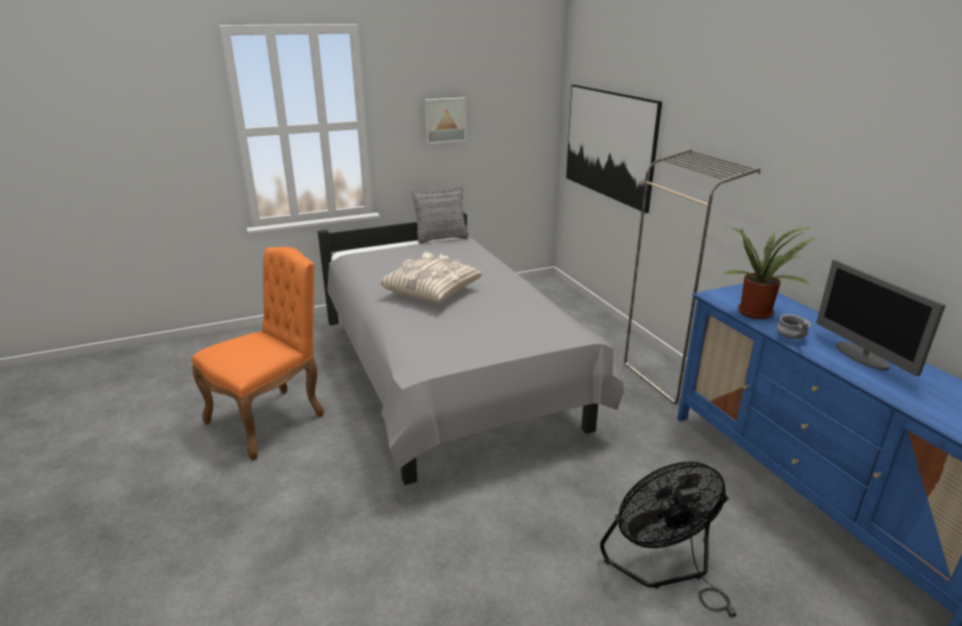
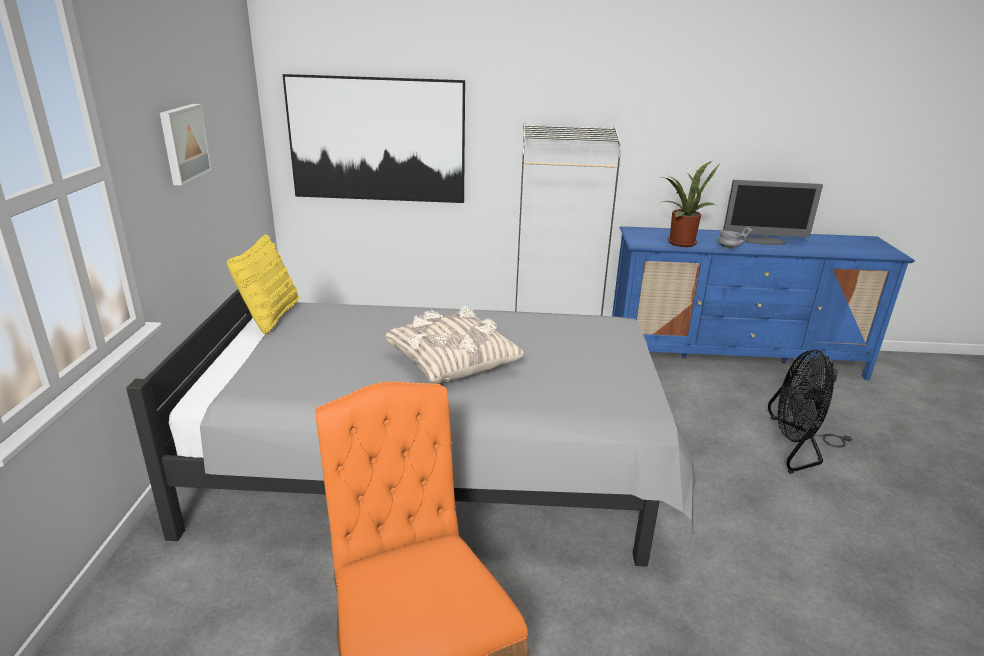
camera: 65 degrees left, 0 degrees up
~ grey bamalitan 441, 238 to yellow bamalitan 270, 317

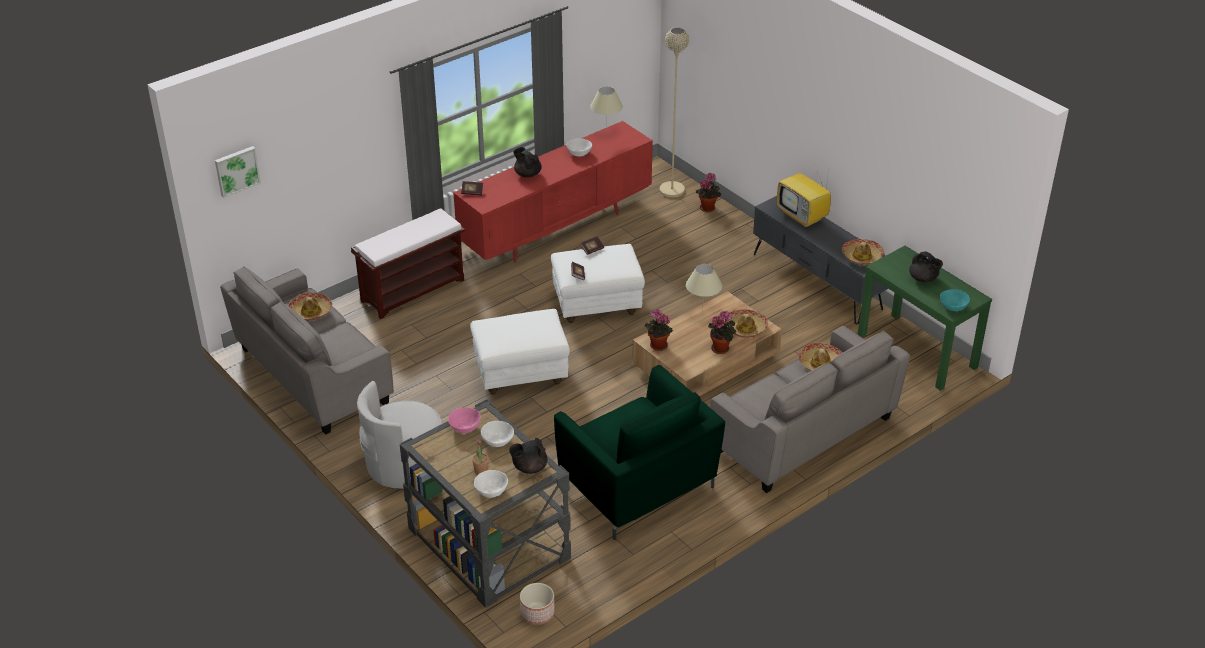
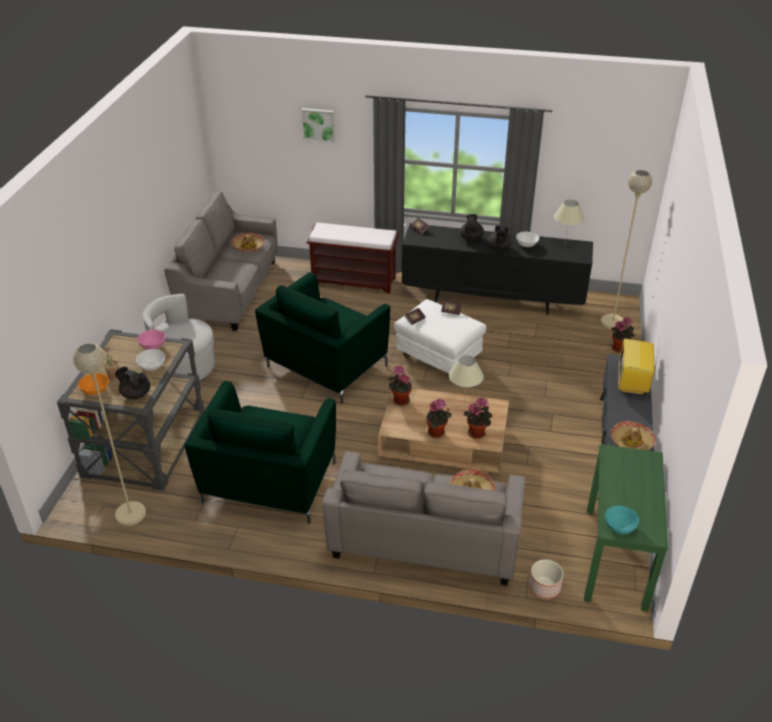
camera: 50 degrees right, 0 degrees up
+ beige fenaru 131, 514
~ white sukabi 491, 490 to orange sukabi 95, 390
~ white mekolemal 520, 375 to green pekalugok 325, 366
~ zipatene 236, 170 to 318, 124
~ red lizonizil 557, 229 to black lizonizil 493, 299
~ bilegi 746, 328 to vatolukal 477, 432
~ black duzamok 923, 279 to 499, 248
~ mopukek 537, 613 to 544, 587

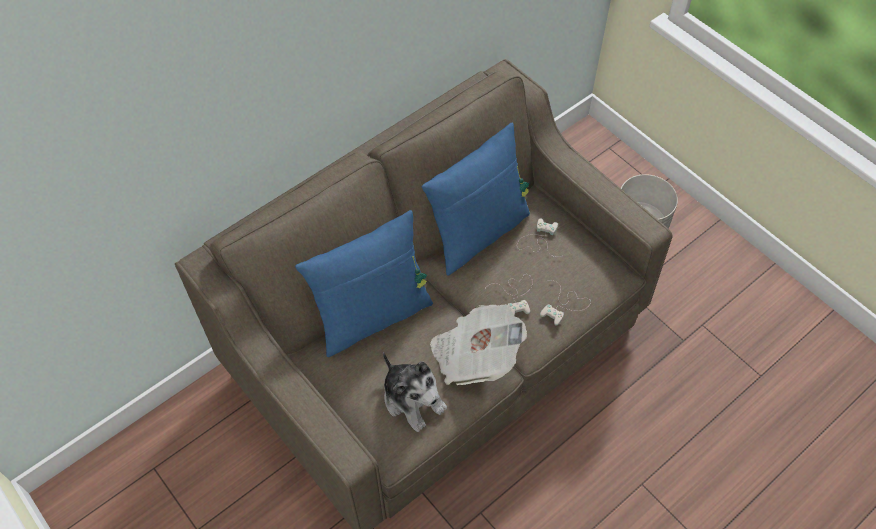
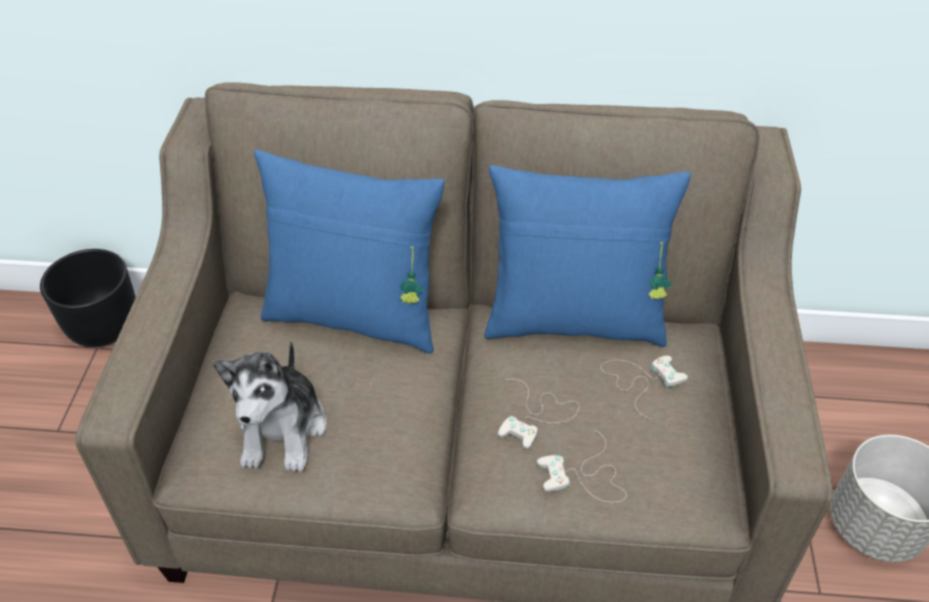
camera: 45 degrees right, 10 degrees down
+ black mopukek 104, 325
- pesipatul 475, 355

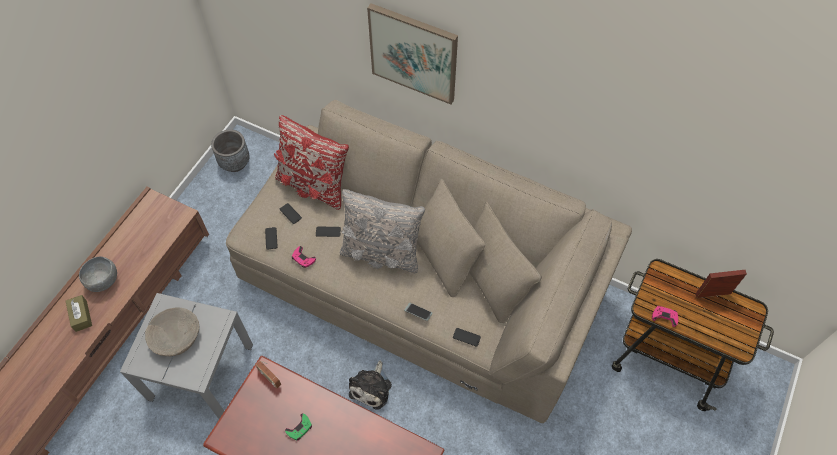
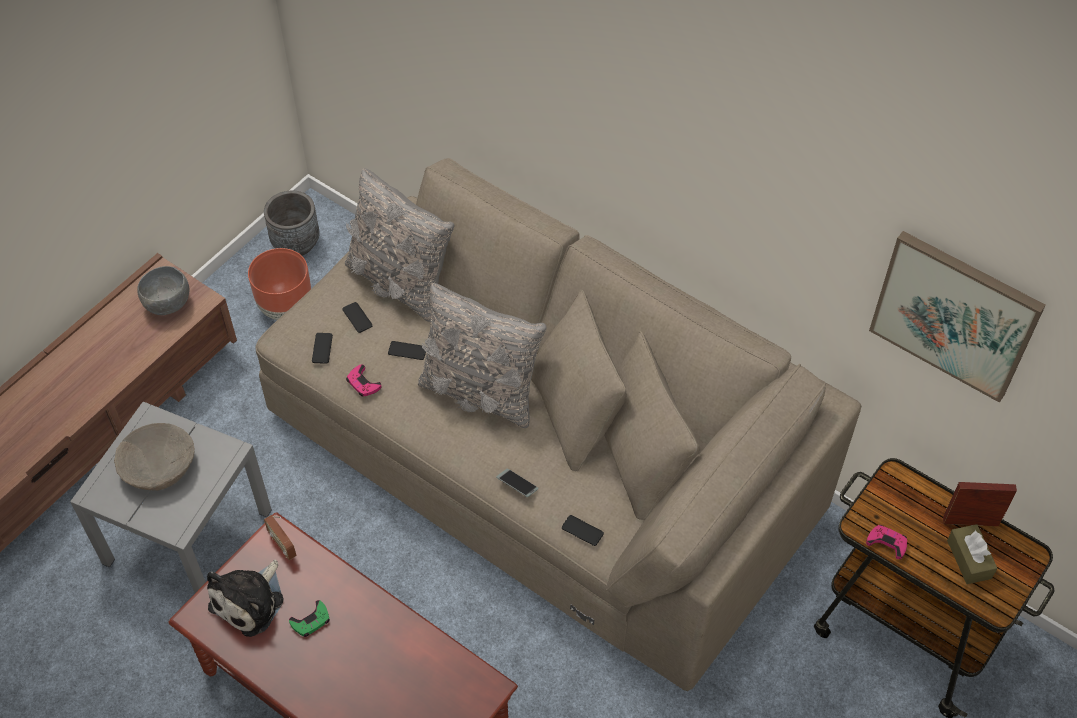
camera: 10 degrees right, 5 degrees down
~ grey sukabi 104, 281 to 169, 305
~ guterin 372, 387 to 250, 601
+ brown mopukek 286, 307
~ red bamalitan 313, 186 to grey bamalitan 399, 283
~ zipatene 414, 53 to 954, 315
~ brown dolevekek 81, 316 to 969, 559

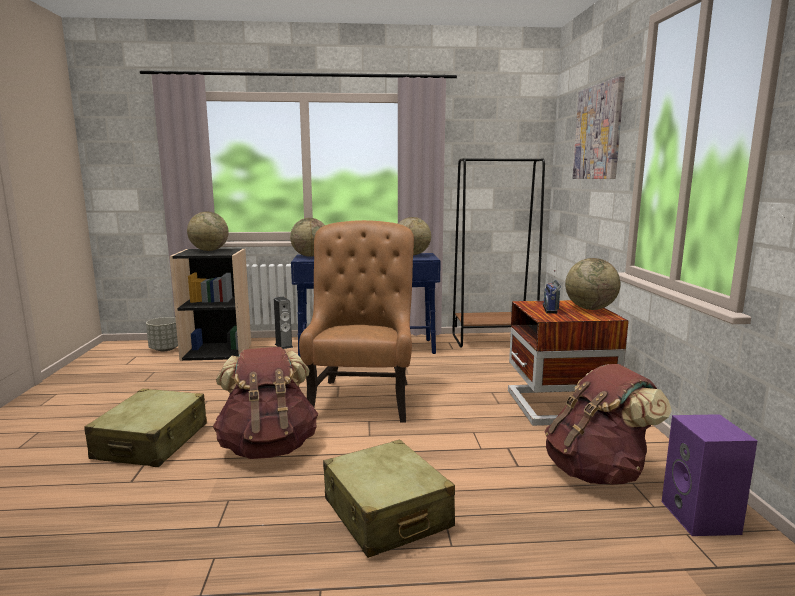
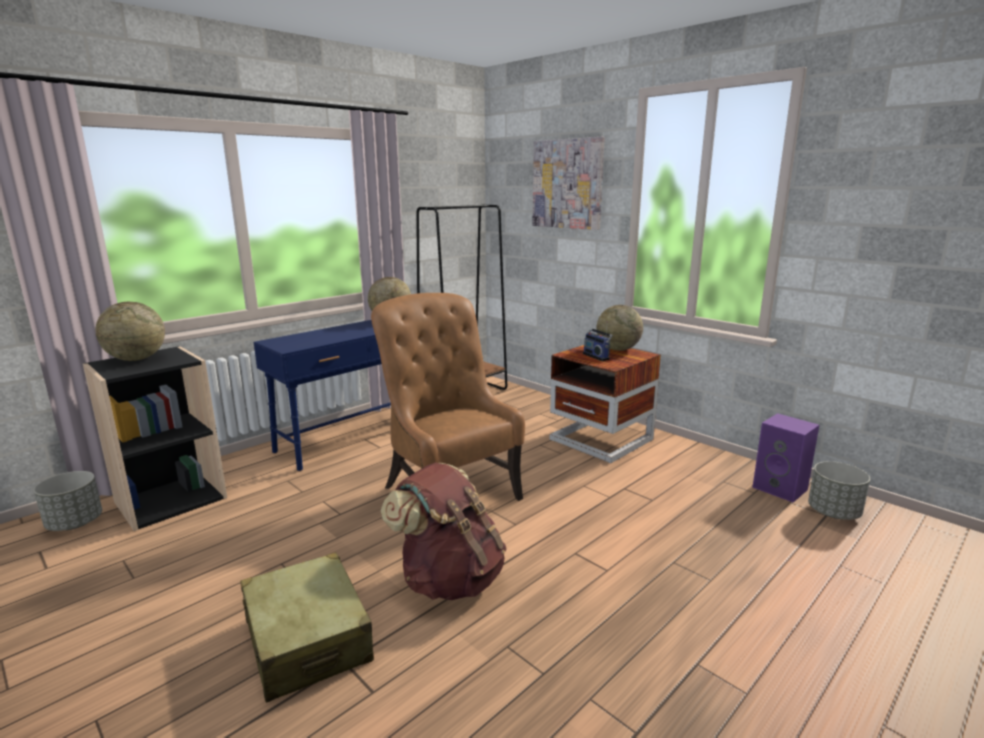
camera: 40 degrees left, 5 degrees up
+ grey mopukek 834, 513
- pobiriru 283, 345
- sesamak 310, 256
- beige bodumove 386, 513
- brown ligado 597, 472

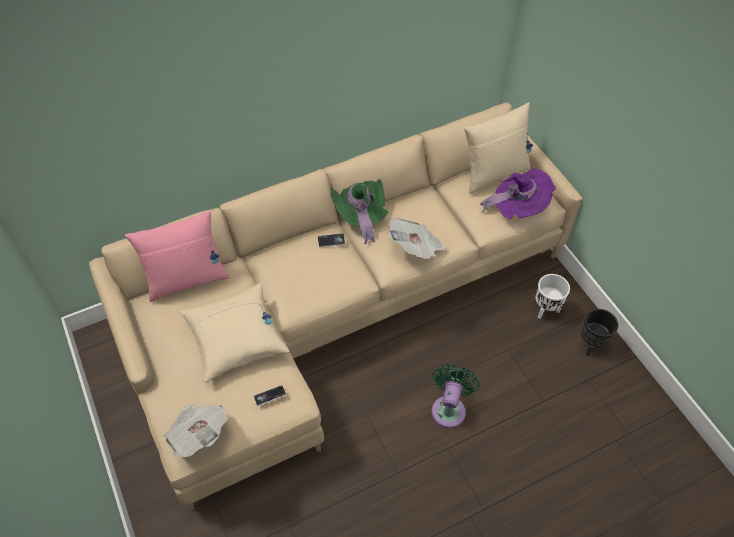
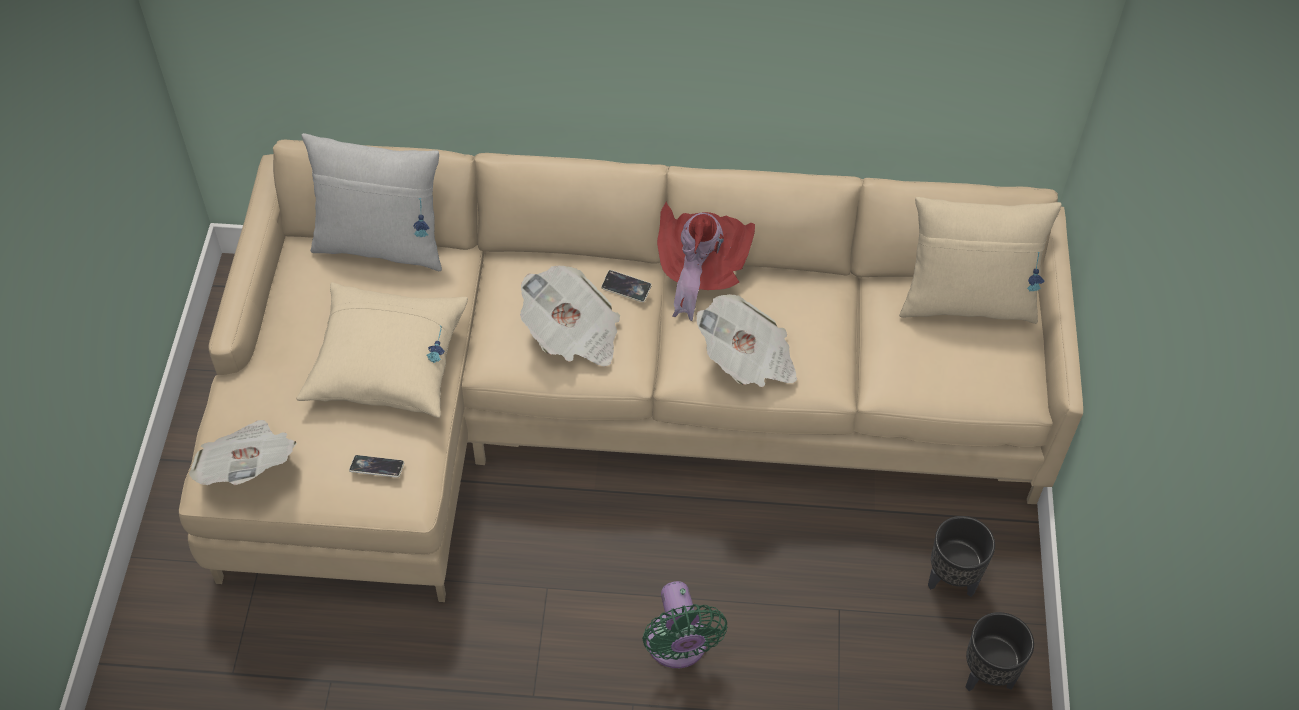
camera: 30 degrees right, 0 degrees up
~ pink bamalitan 187, 280 to grey bamalitan 381, 246
+ pesipatul 572, 334
~ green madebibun 449, 408 = 678, 647 120 degrees clockwise
~ green bilegi 360, 214 to red bilegi 700, 267
~ white mopukek 546, 310 to black mopukek 952, 581
- purple bilegi 518, 207

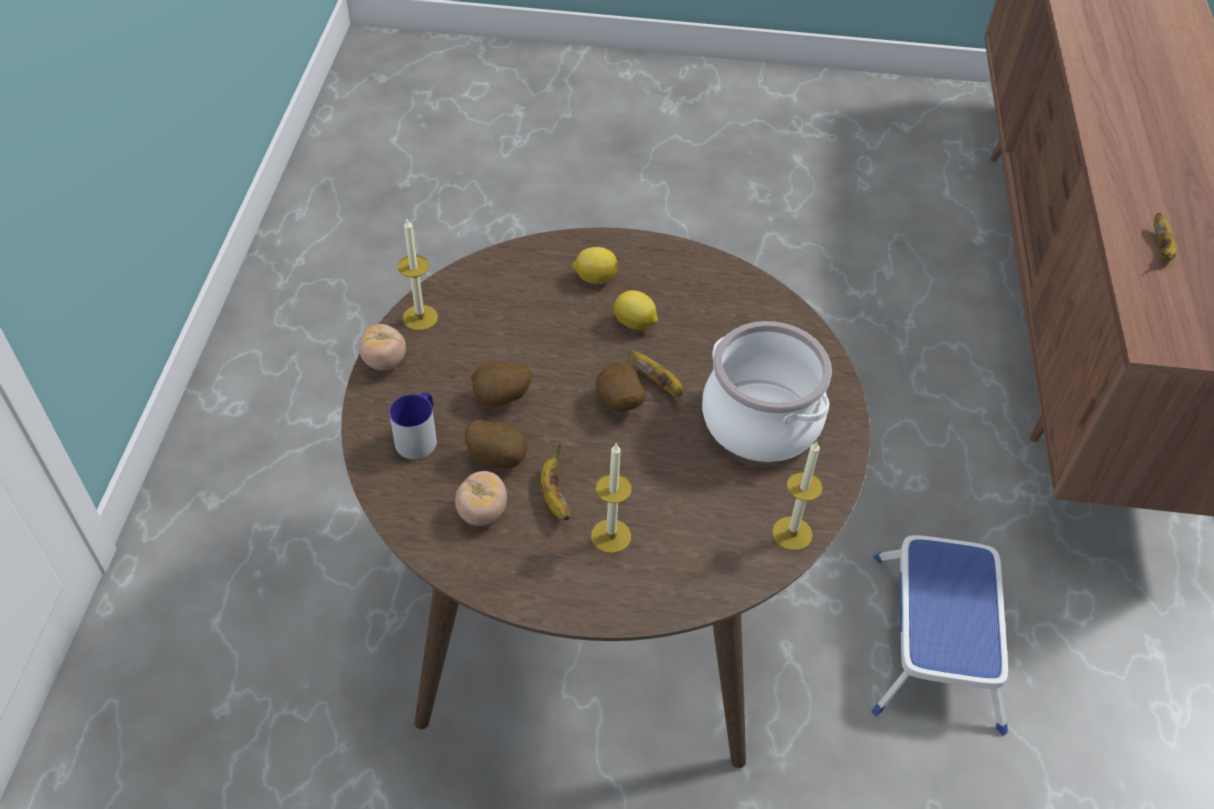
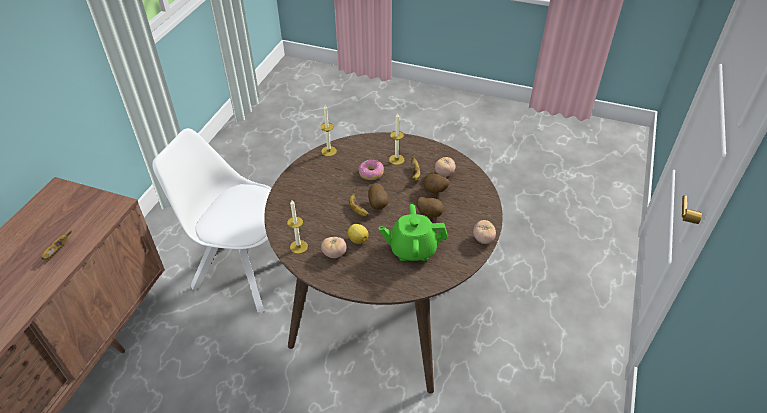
camera: 165 degrees left, 5 degrees down
~ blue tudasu 935, 640 to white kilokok 243, 269
~ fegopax 420, 317 to 298, 246
+ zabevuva 334, 254
+ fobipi 371, 173
+ green duzamok 412, 249
- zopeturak 419, 436
- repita 594, 278
- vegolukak 760, 421

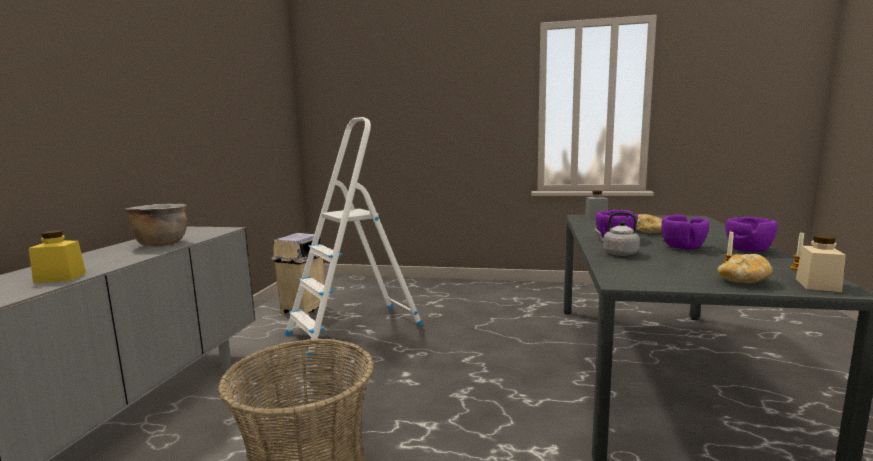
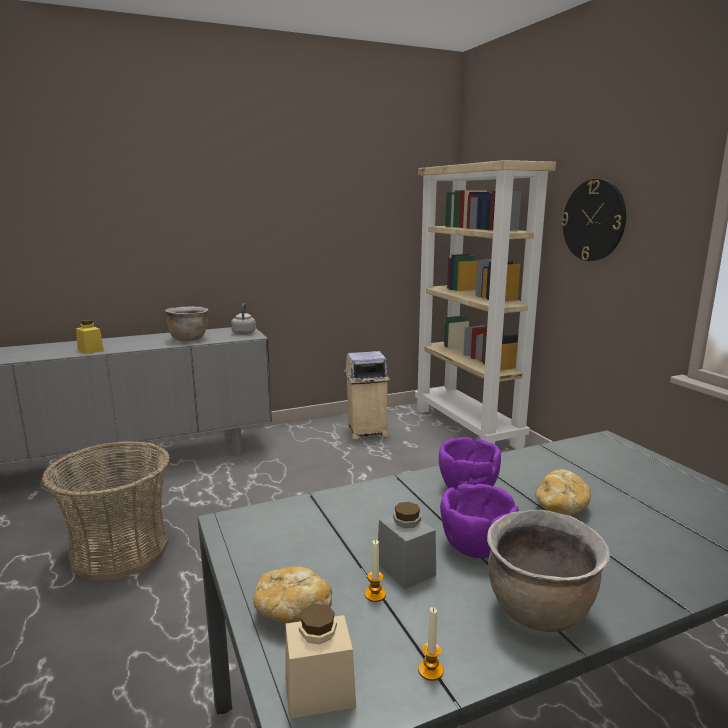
camera: 55 degrees right, 5 degrees up
~ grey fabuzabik 618, 253 to 244, 332
~ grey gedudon 596, 217 to 405, 569
+ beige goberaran 467, 427
~ purple sukabi 748, 249 to brown vegolukak 539, 612
+ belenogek 593, 220
- white tudasu 354, 329

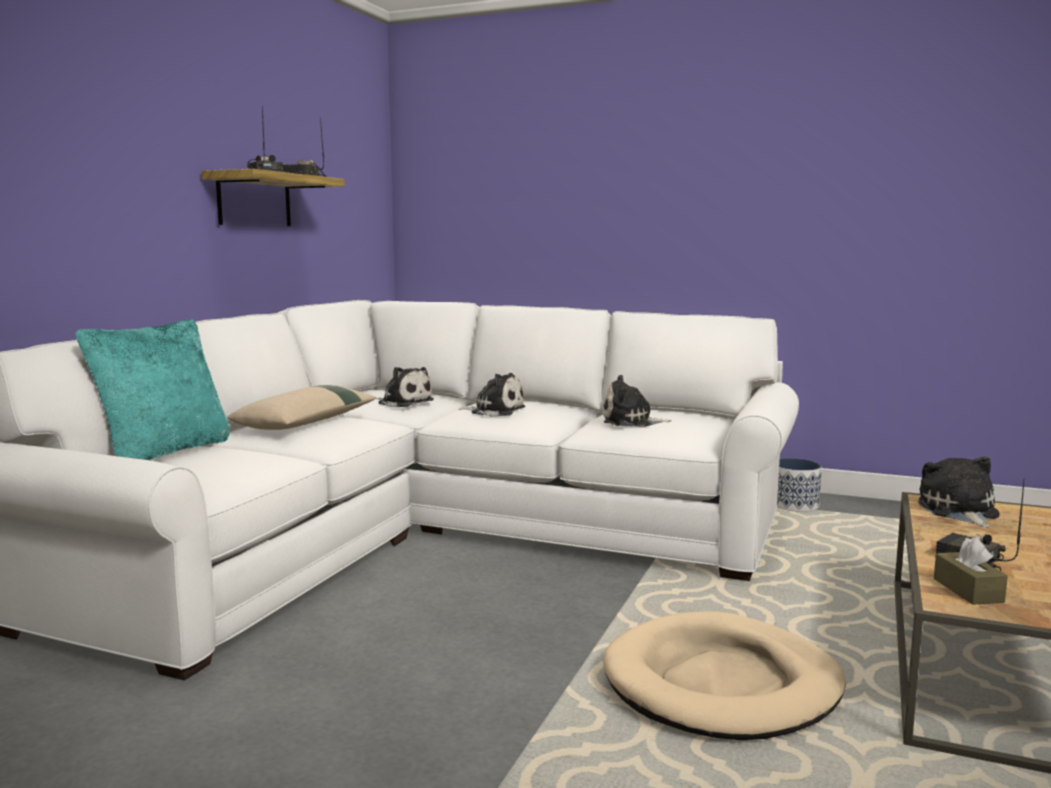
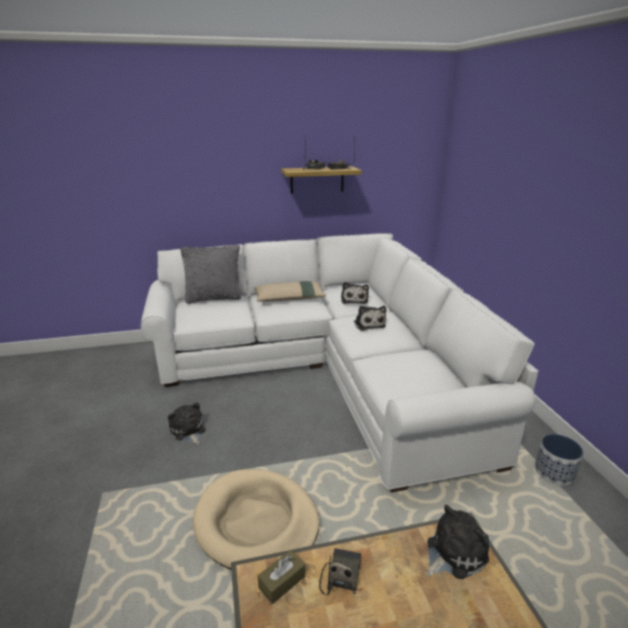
camera: 55 degrees right, 15 degrees up
~ guterin 631, 422 to 188, 431
~ turquoise bamalitan 166, 455 to grey bamalitan 214, 299

